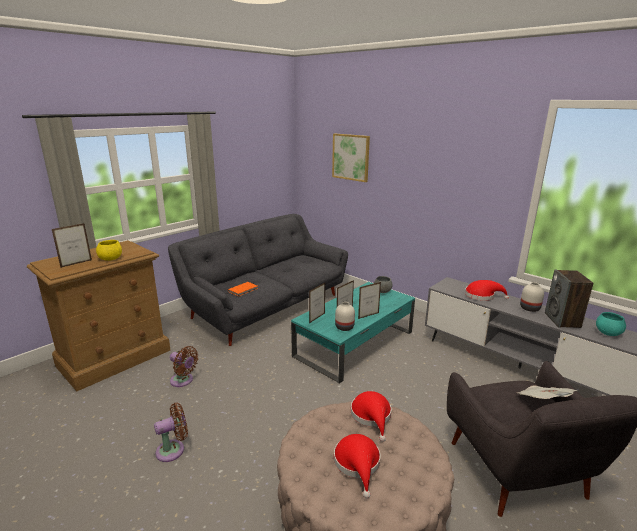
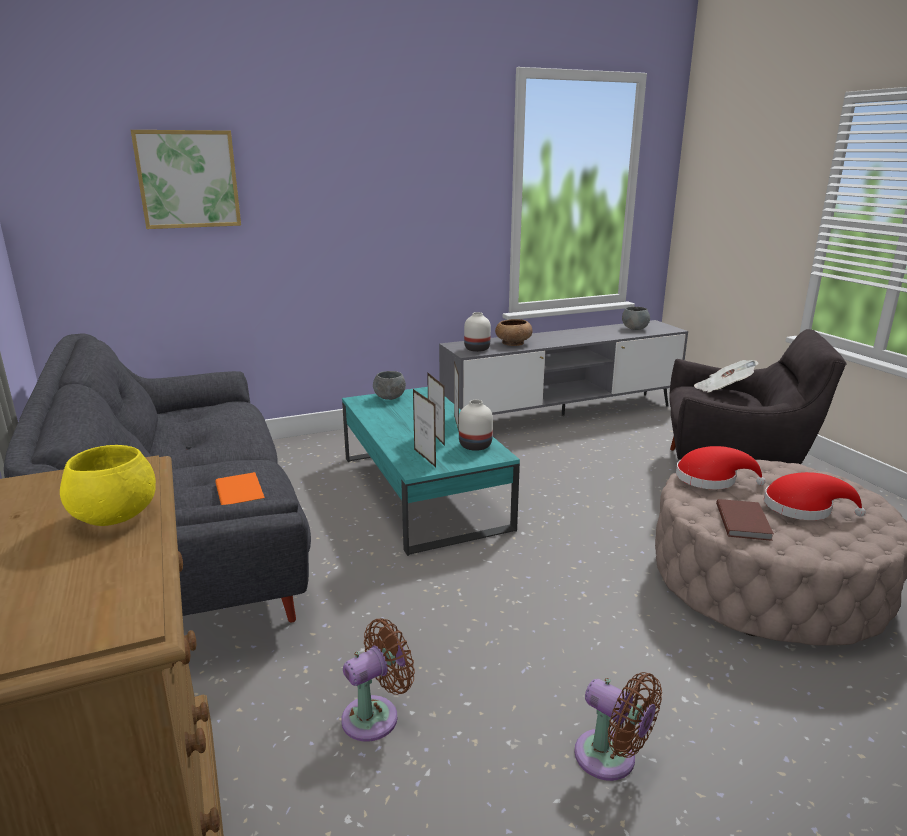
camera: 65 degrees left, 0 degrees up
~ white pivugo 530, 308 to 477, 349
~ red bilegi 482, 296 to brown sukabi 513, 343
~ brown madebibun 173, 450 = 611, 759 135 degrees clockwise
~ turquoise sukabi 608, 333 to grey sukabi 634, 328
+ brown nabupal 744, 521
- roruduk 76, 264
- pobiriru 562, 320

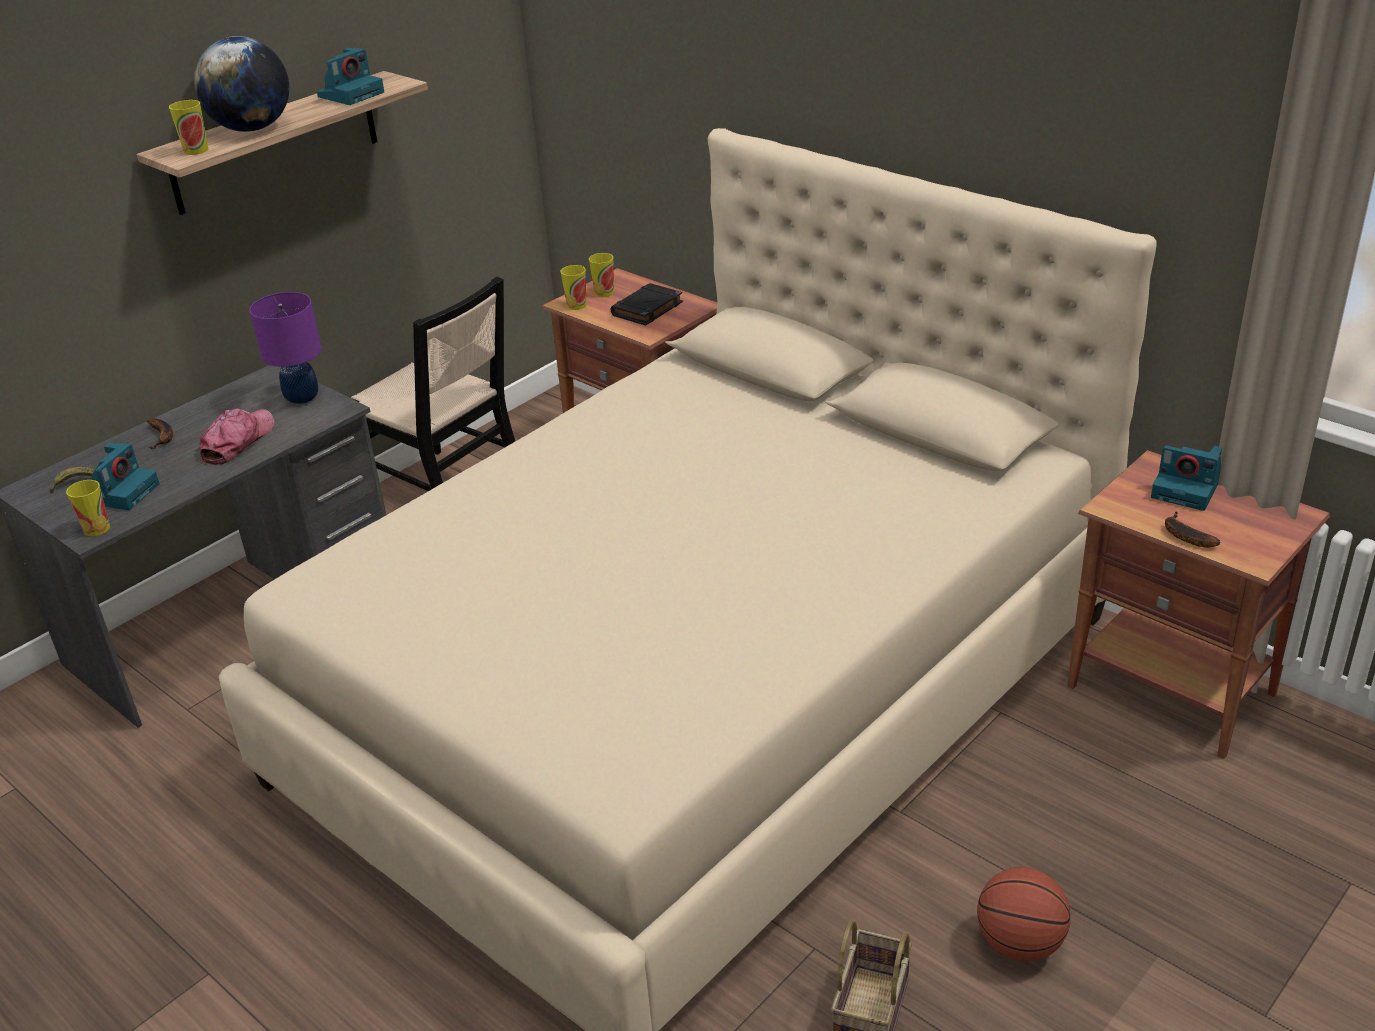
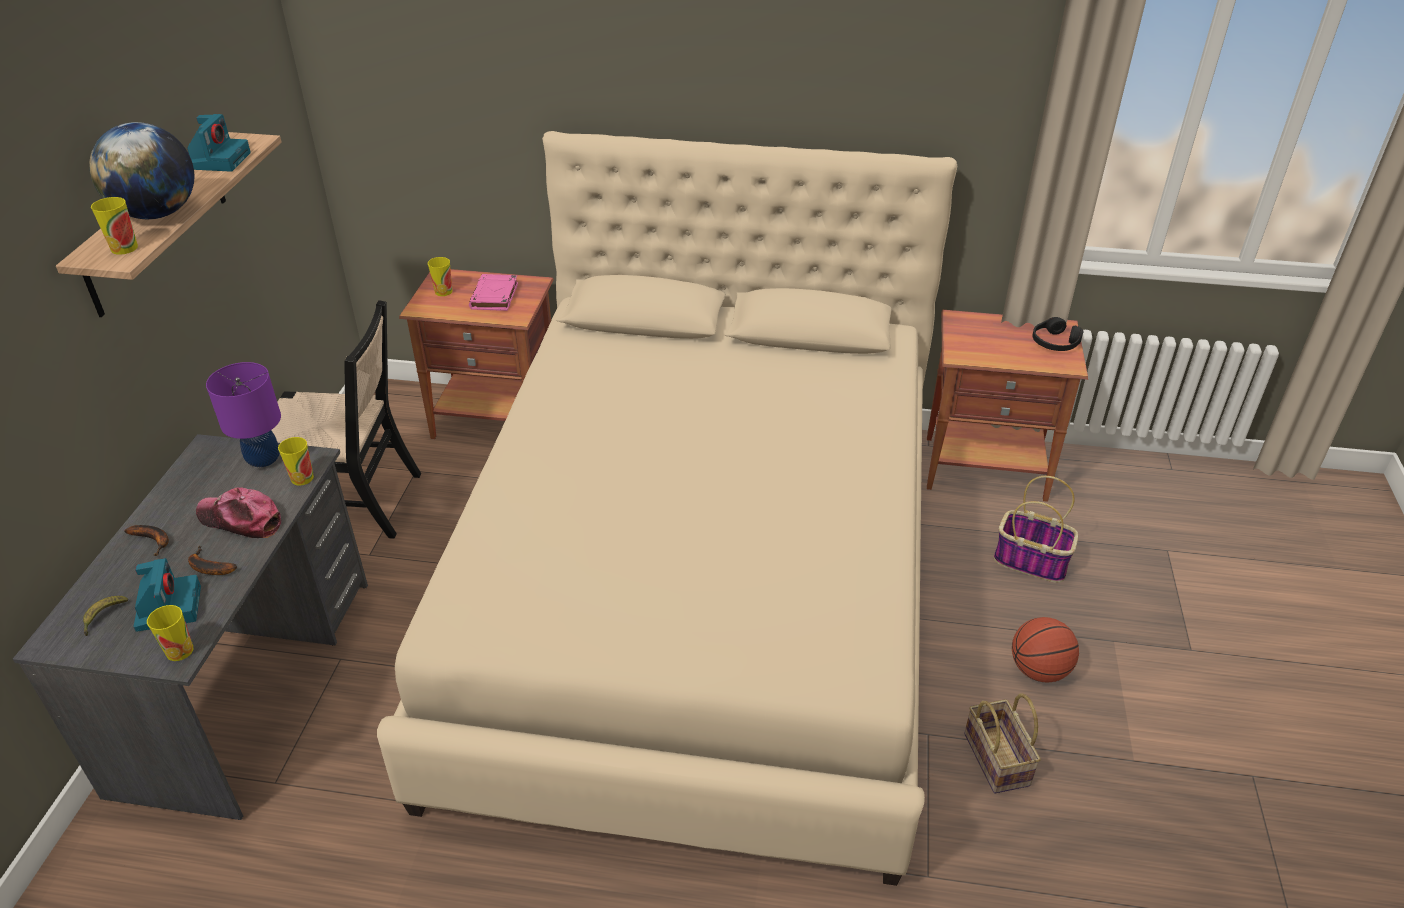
camera: 35 degrees left, 5 degrees up
~ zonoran 1184, 535 to 208, 567
~ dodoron 237, 442 = 241, 520 60 degrees counterclockwise
~ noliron 576, 305 to 302, 478
~ black nabupal 647, 309 to pink nabupal 494, 297
+ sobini 1032, 562
+ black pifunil 1054, 342
- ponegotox 1187, 490

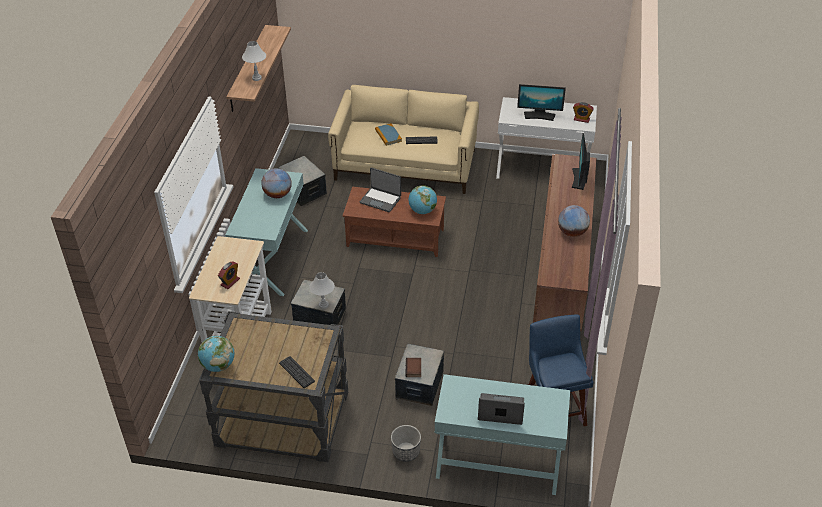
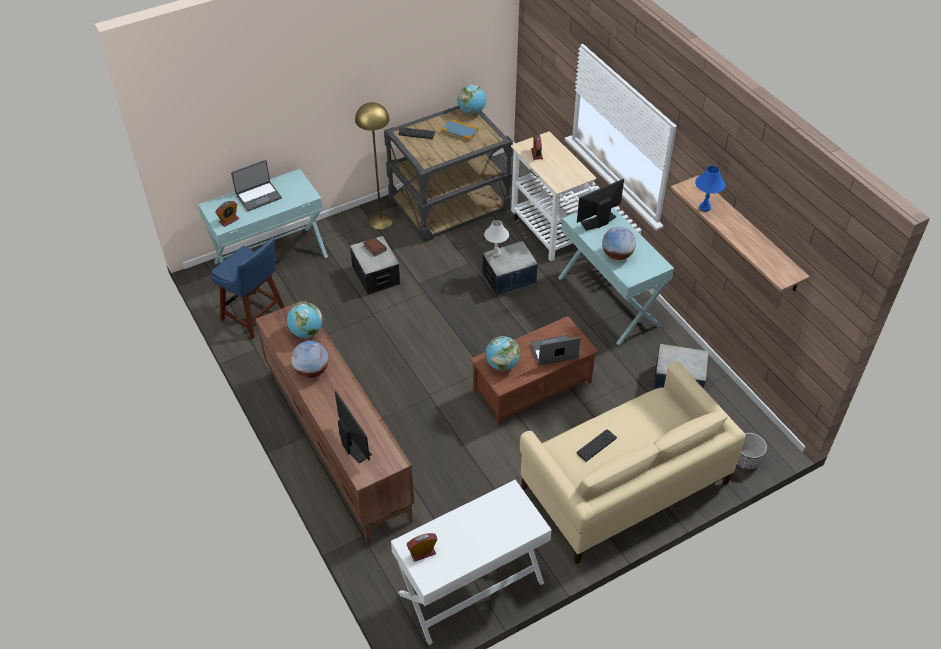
camera: 140 degrees right, 5 degrees up
+ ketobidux 229, 220
+ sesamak 306, 332
+ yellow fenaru 381, 221
~ nabupal 388, 135 to 459, 132
~ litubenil 539, 115 to 598, 221
~ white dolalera 257, 78 to blue dolalera 704, 207
~ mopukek 406, 452 to 746, 460

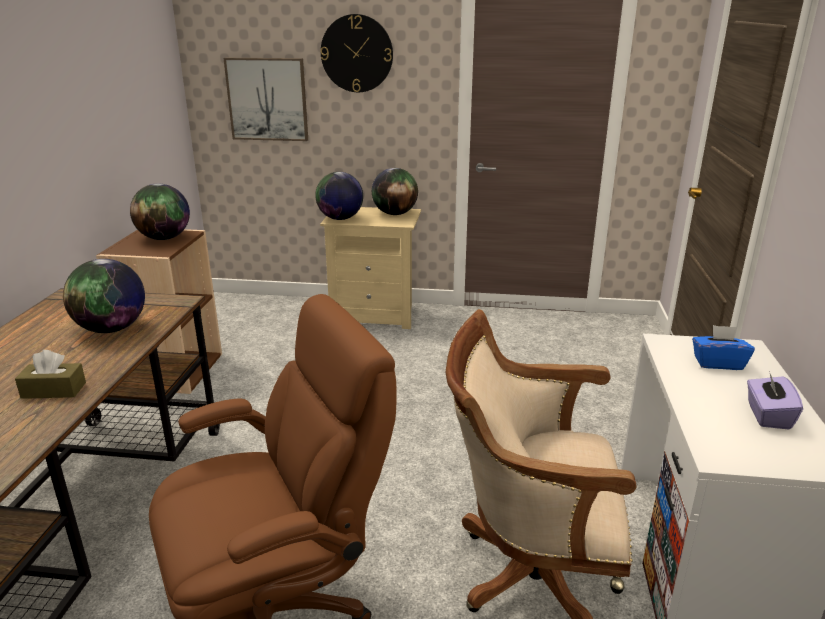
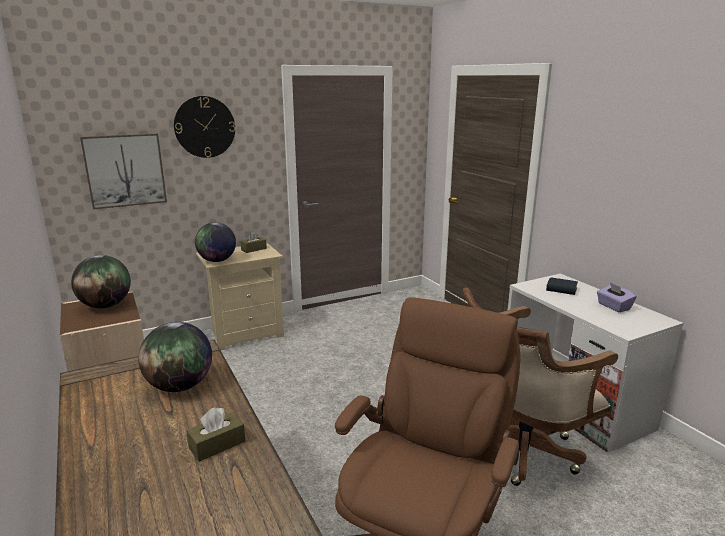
camera: 35 degrees left, 5 degrees down
~ sesamak 395, 214 to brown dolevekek 254, 249
~ blue dolevekek 718, 363 to nabupal 561, 289

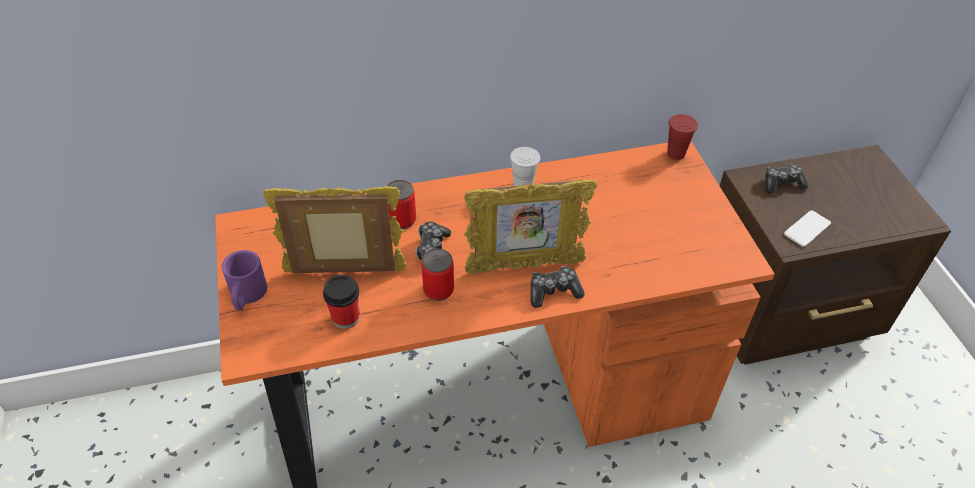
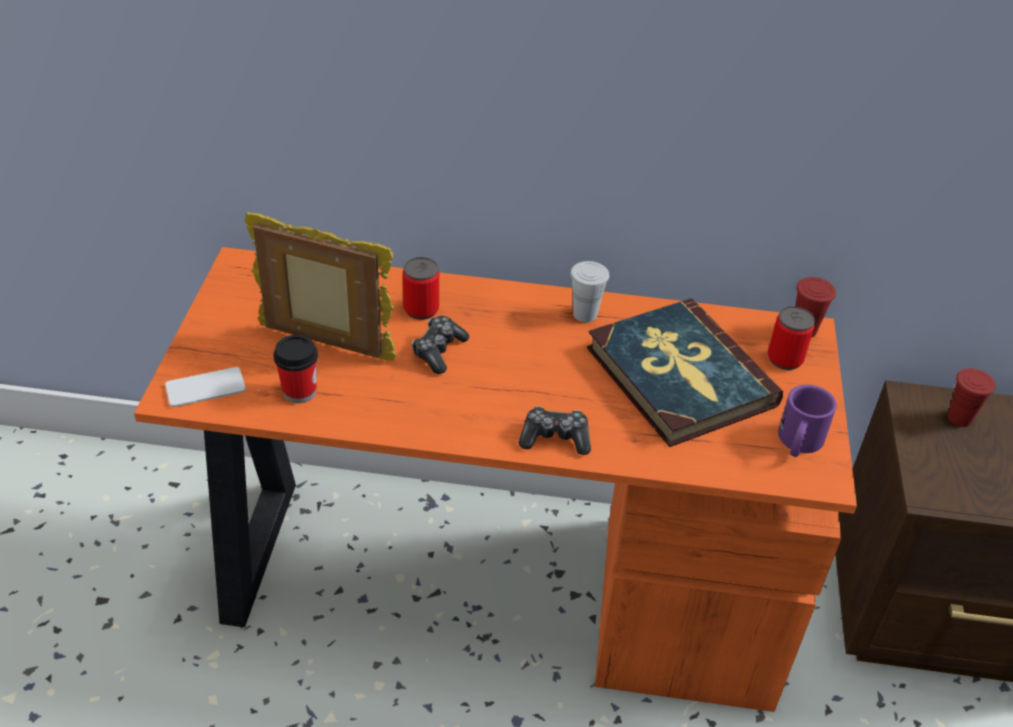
camera: 20 degrees right, 5 degrees down
~ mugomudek 807, 229 to 205, 388
+ nabupal 679, 377
~ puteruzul 438, 290 to 785, 359
~ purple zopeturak 246, 296 to 798, 443
~ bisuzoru 782, 183 to red noliron 959, 418
- roruduk 524, 266

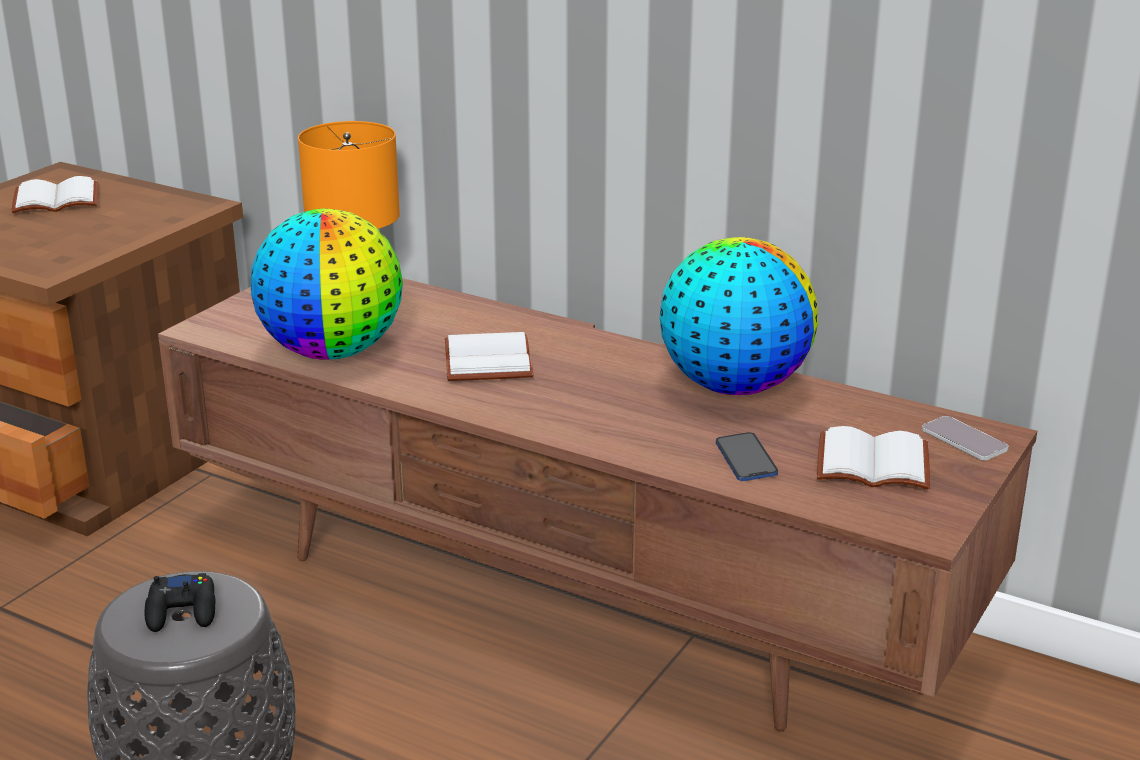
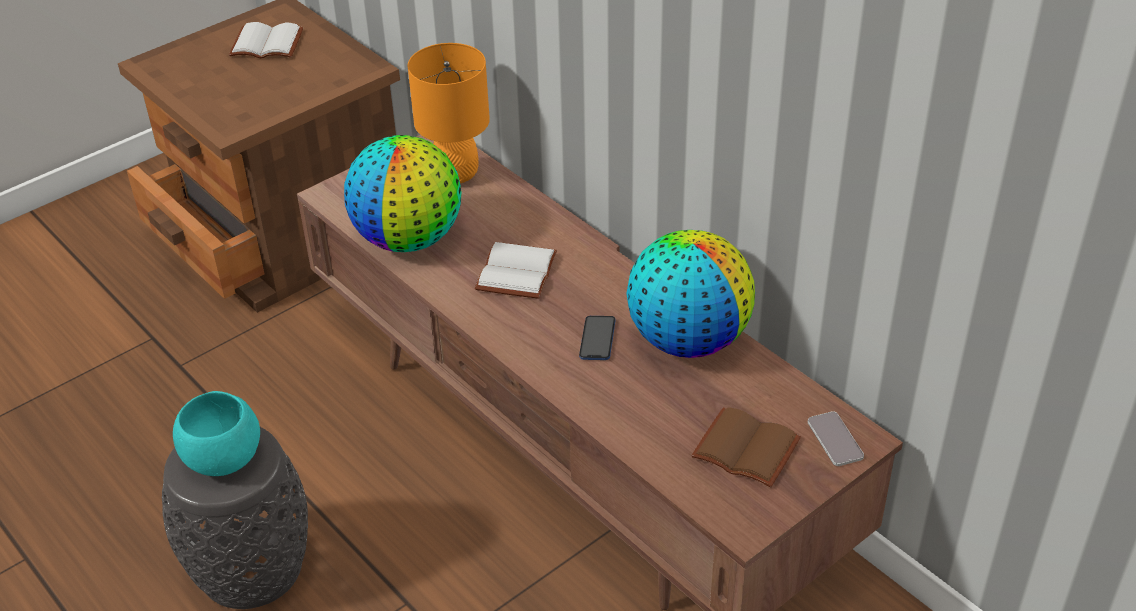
camera: 20 degrees right, 15 degrees up
~ black bisuzoru 183, 611 to turquoise sukabi 224, 458
~ mugomudek 746, 459 to 597, 339
~ white nabupal 870, 465 to brown nabupal 743, 450

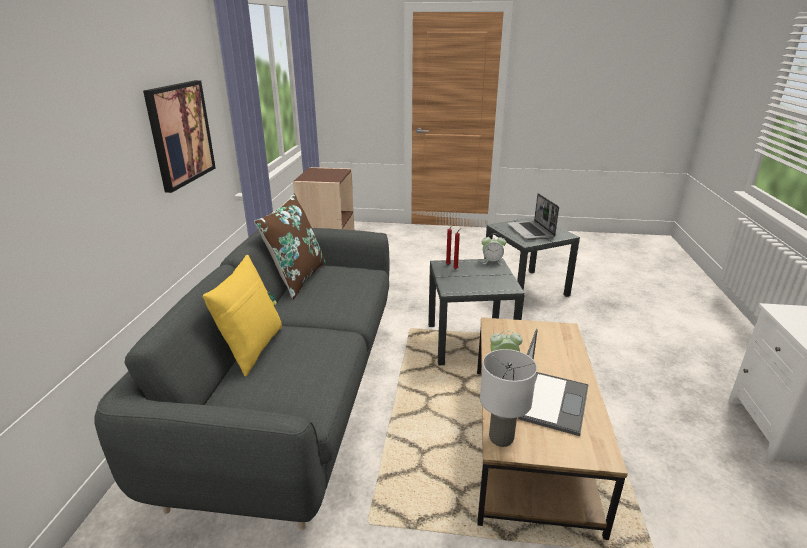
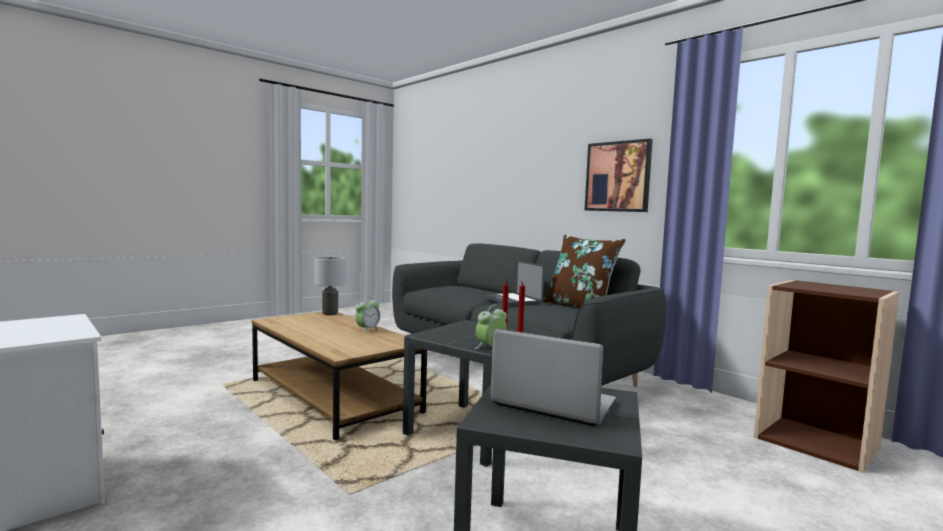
camera: 130 degrees right, 20 degrees down
~ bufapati 552, 401 to 513, 300
- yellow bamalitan 252, 349

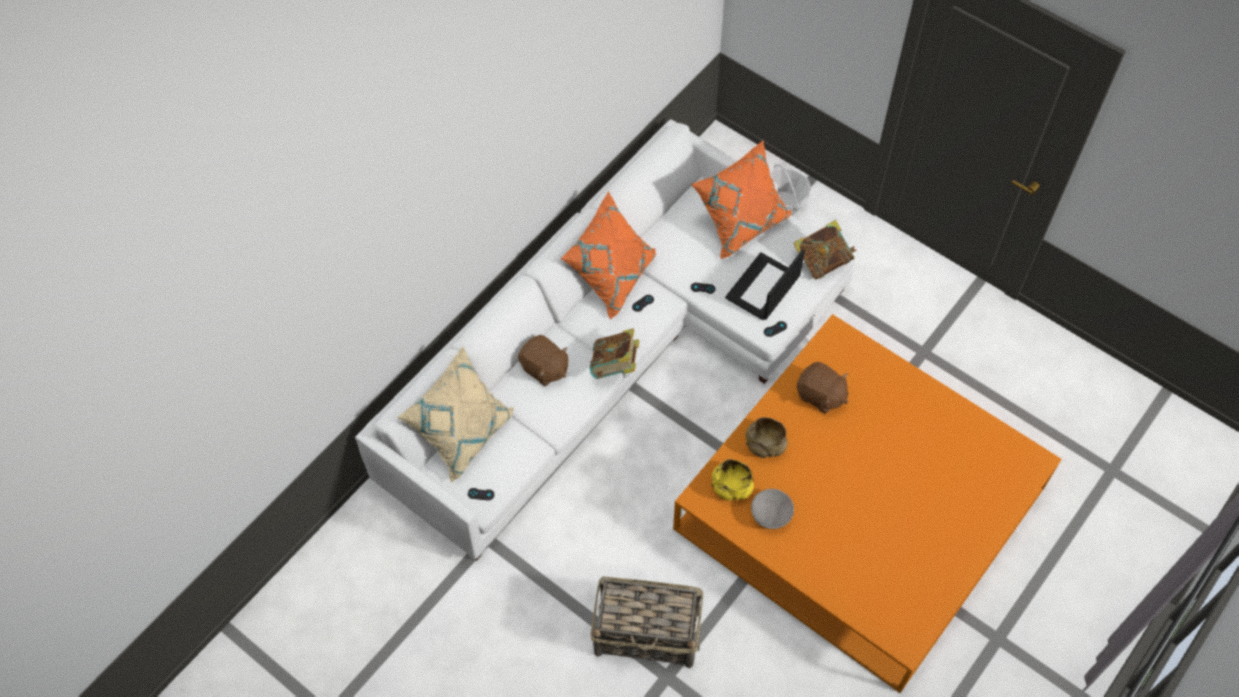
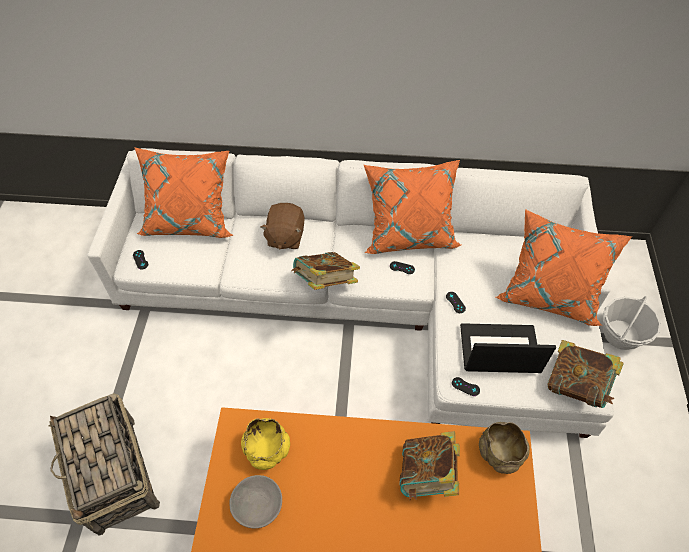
camera: 55 degrees right, 5 degrees down
~ beige bamalitan 463, 433 to orange bamalitan 191, 219
~ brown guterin 820, 395 to nabupal 427, 474
~ beige sukabi 765, 444 to 500, 453

